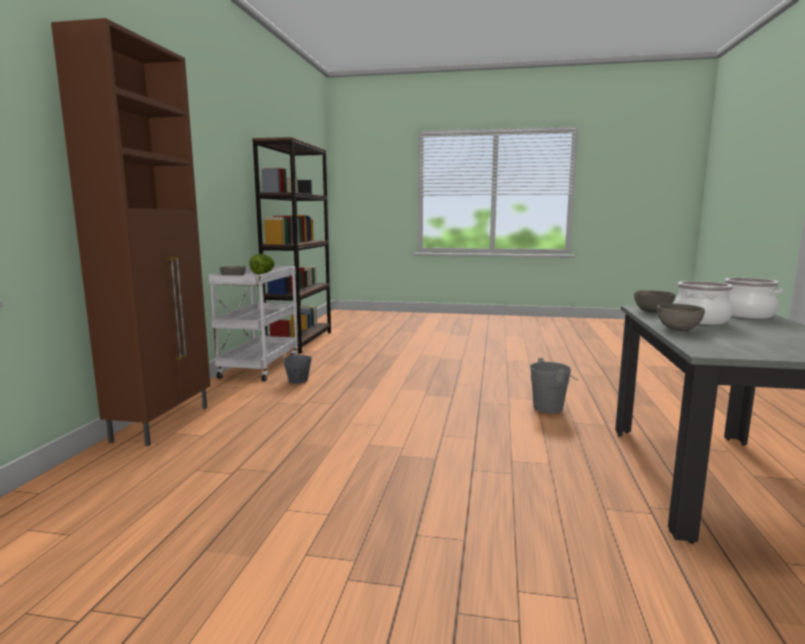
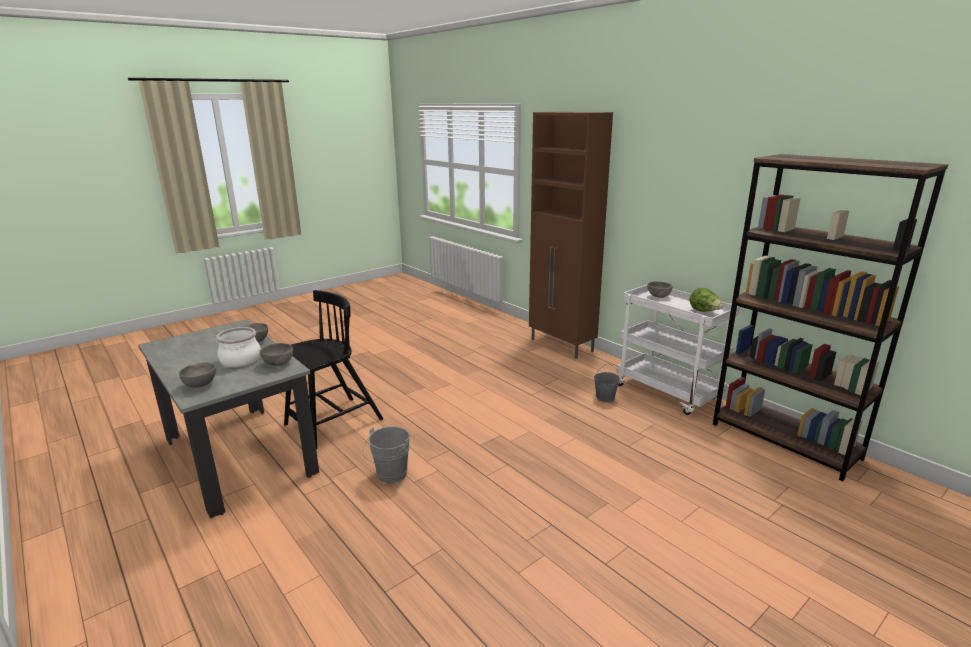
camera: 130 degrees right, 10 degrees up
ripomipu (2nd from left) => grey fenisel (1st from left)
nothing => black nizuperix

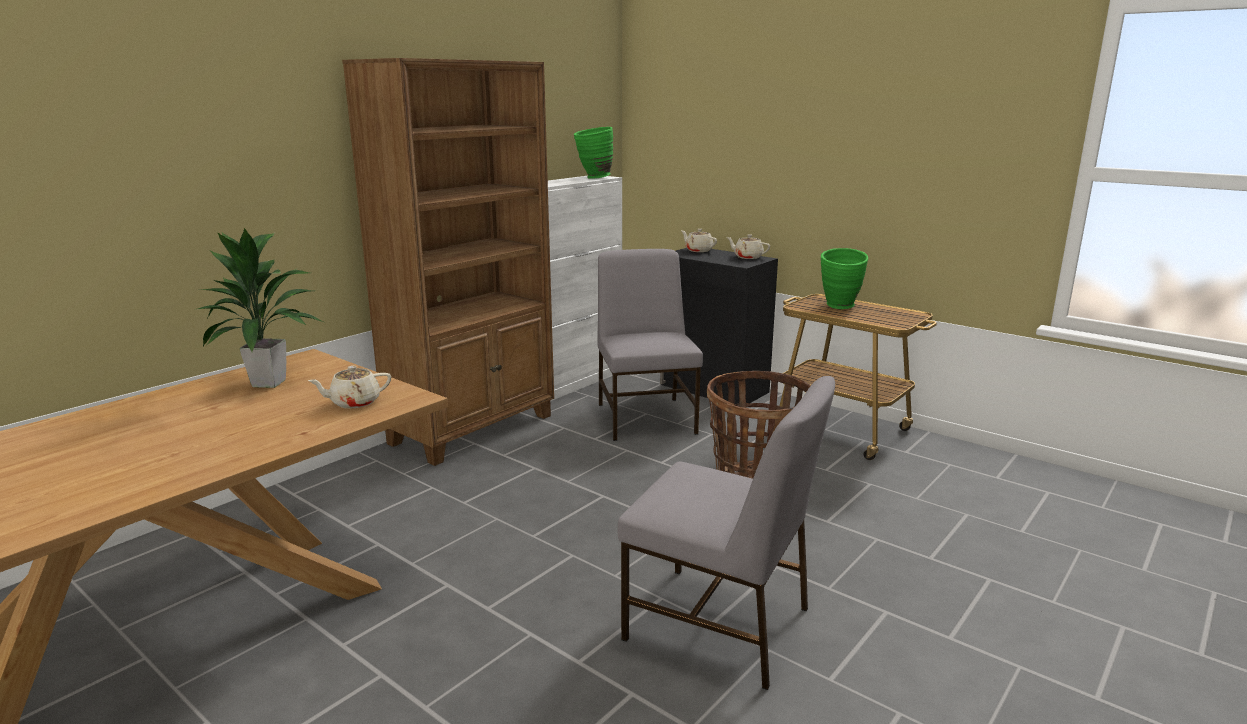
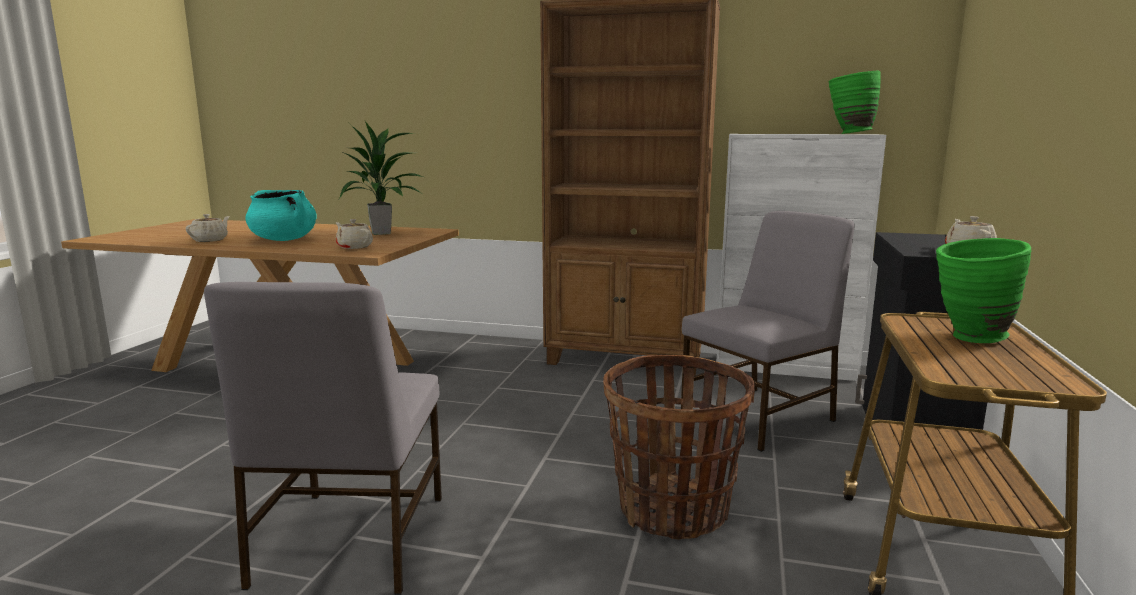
camera: 65 degrees right, 5 degrees down
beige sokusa (2nd from left in the first image) => beige sokusa (1st from left), moved
nothing => turquoise ripomipu

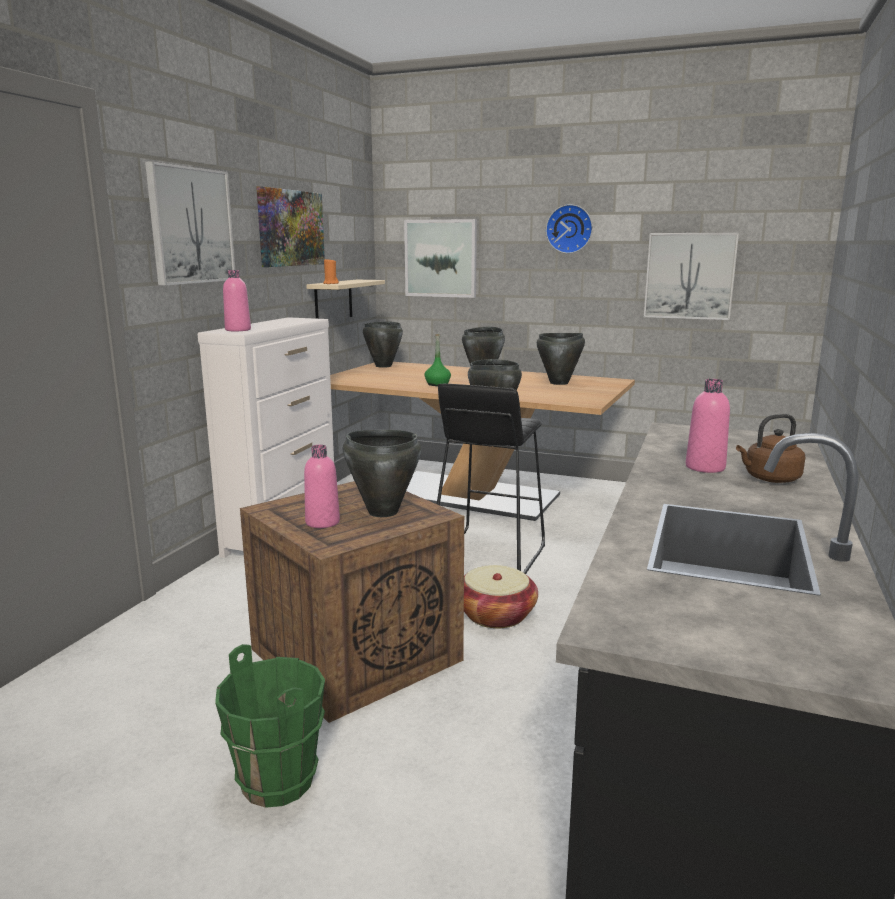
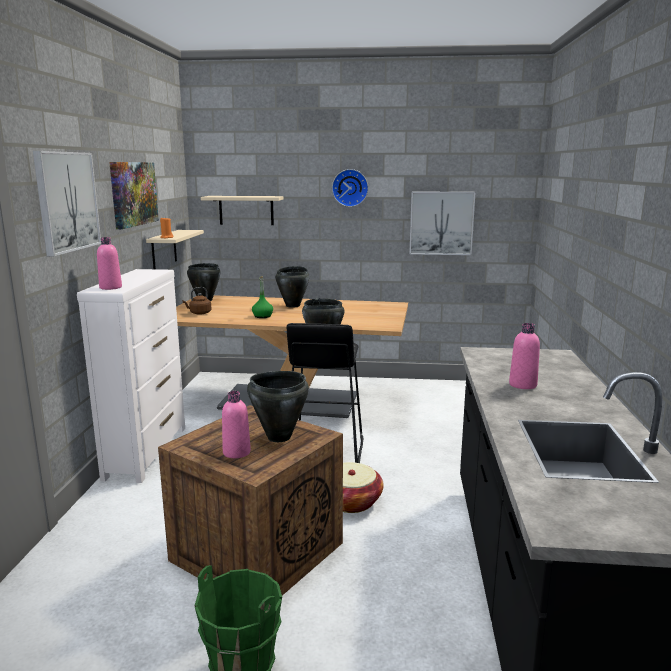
camera: 15 degrees left, 0 degrees up
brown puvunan, moved
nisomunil (3rd from left) => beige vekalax (2nd from left)
black ripomipu (5th from left) => nothing

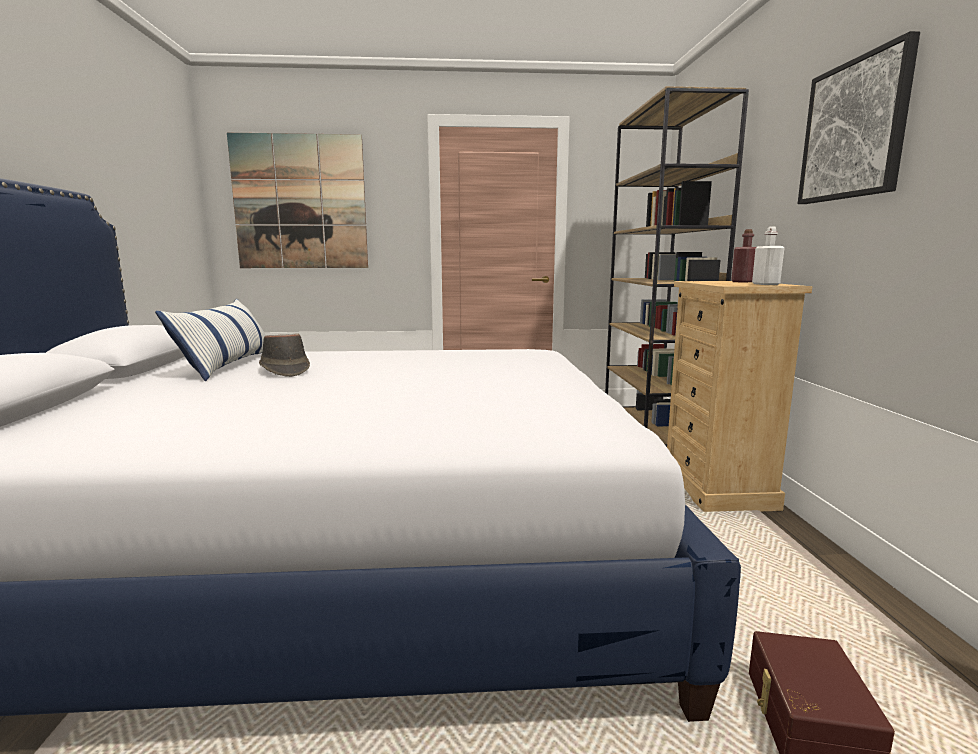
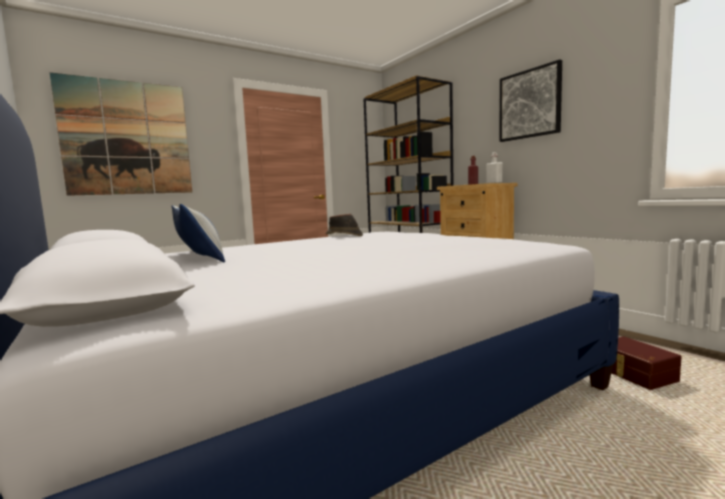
camera: 30 degrees left, 5 degrees down
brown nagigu, moved

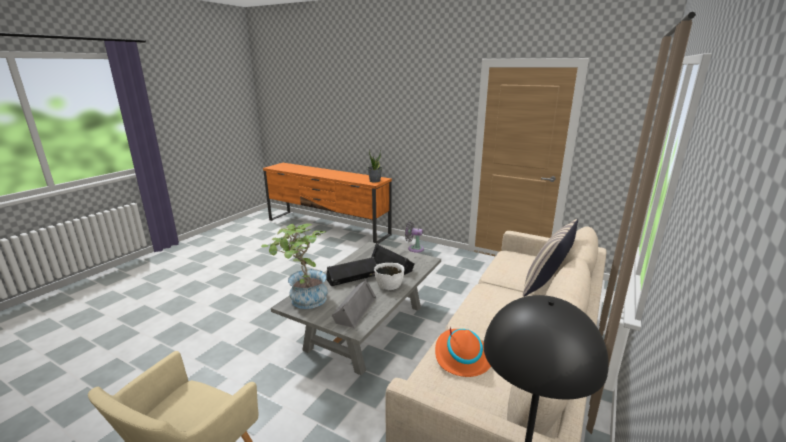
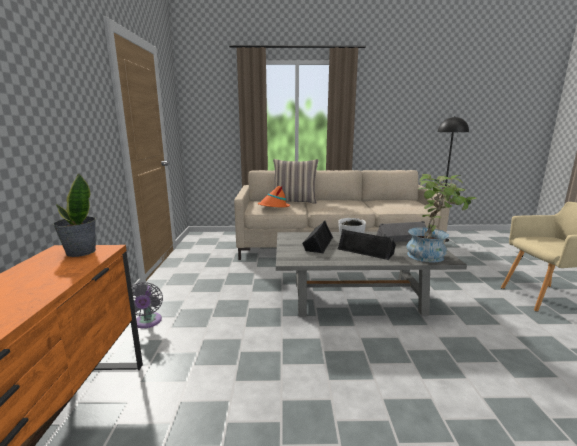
camera: 120 degrees left, 5 degrees down
orange nagigu, moved

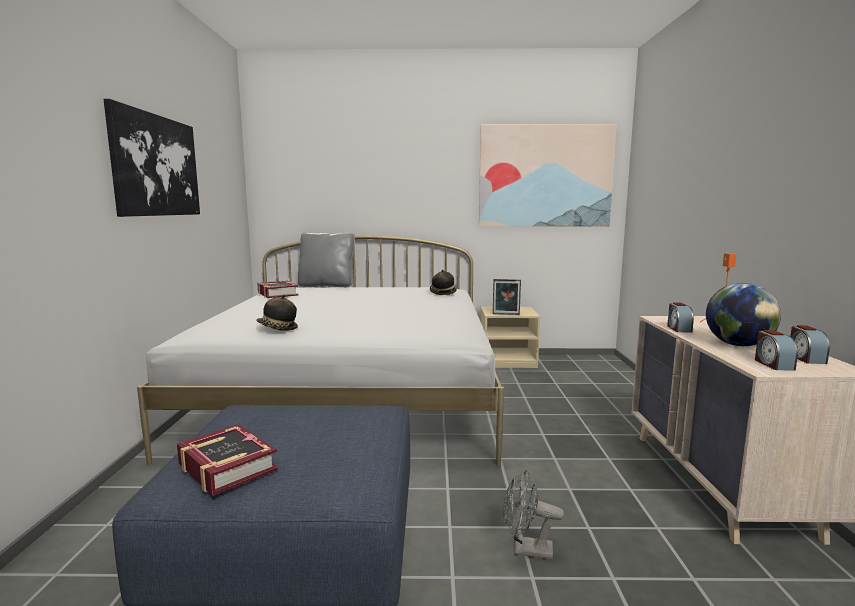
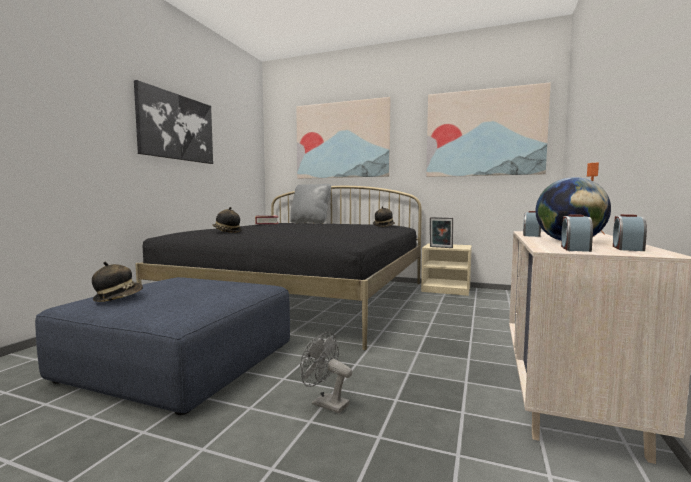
camera: 20 degrees right, 5 degrees down
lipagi (1st from left) => nagigu (1st from left)
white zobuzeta => black zobuzeta
nothing => nisomunil (2nd from left)

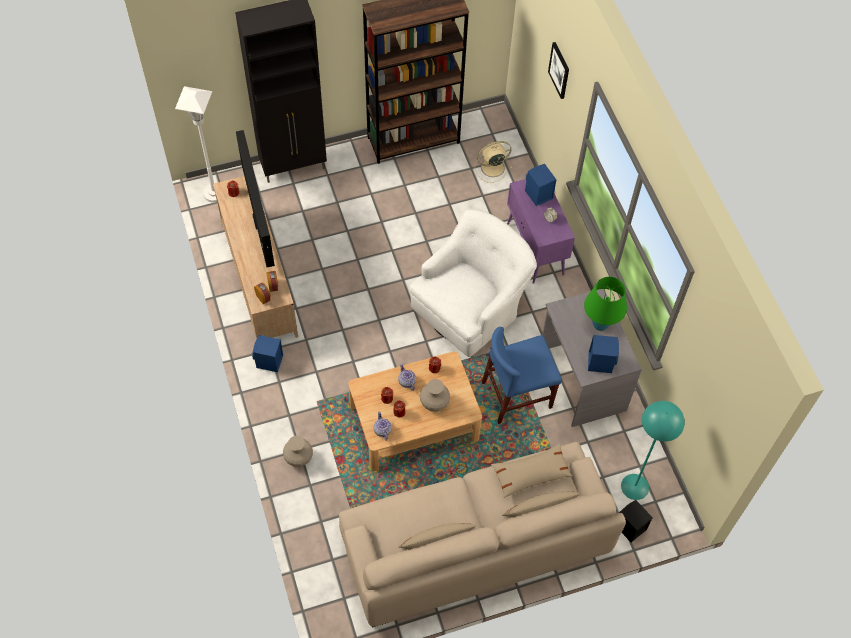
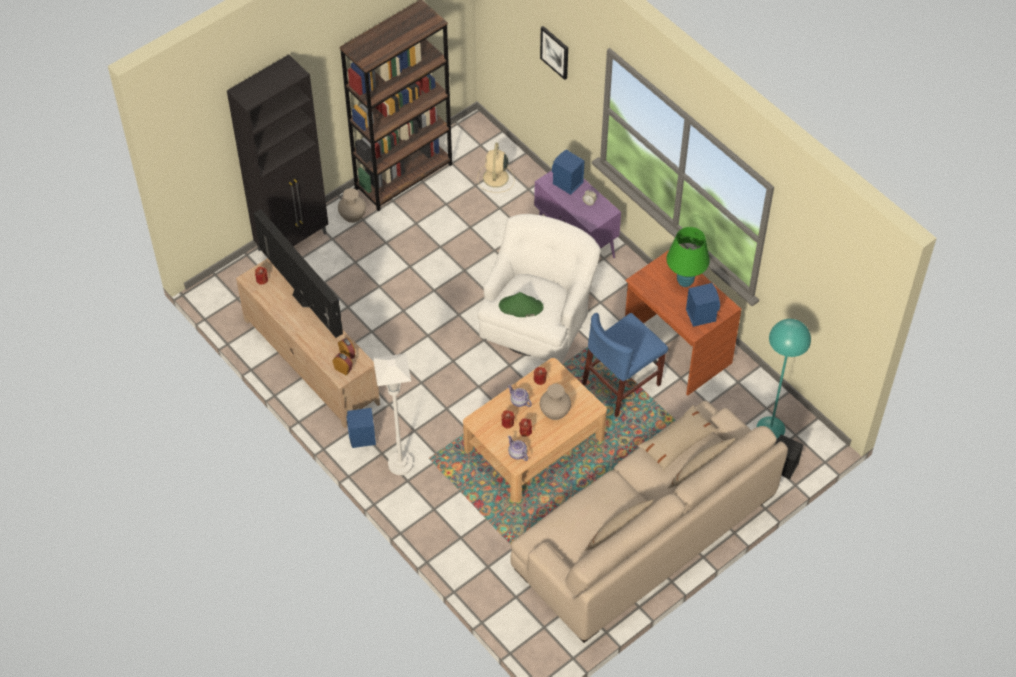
camera: 20 degrees left, 5 degrees down
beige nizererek (1st from left), moved
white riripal, moved
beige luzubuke, 45 degrees counterclockwise
nothing => green nagigu
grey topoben => brown topoben

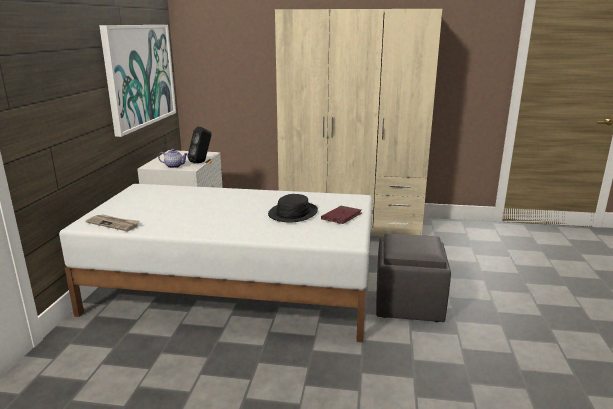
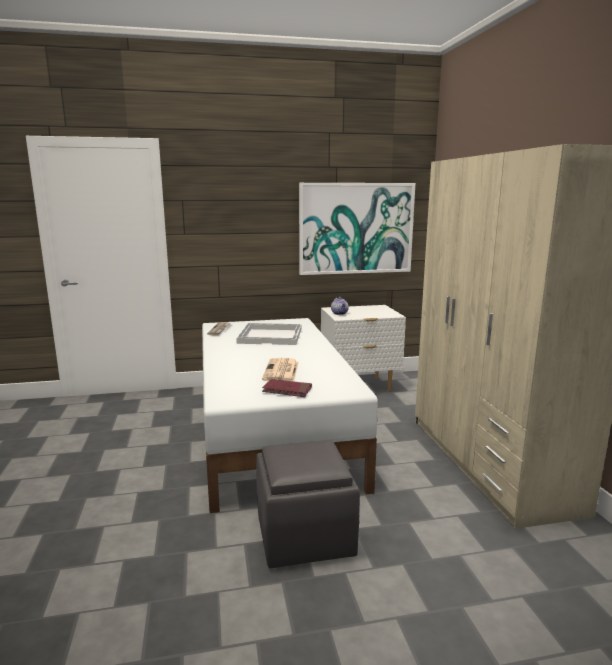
camera: 70 degrees right, 5 degrees down
nothing => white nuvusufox
black nagigu => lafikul (2nd from left)
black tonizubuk => nothing

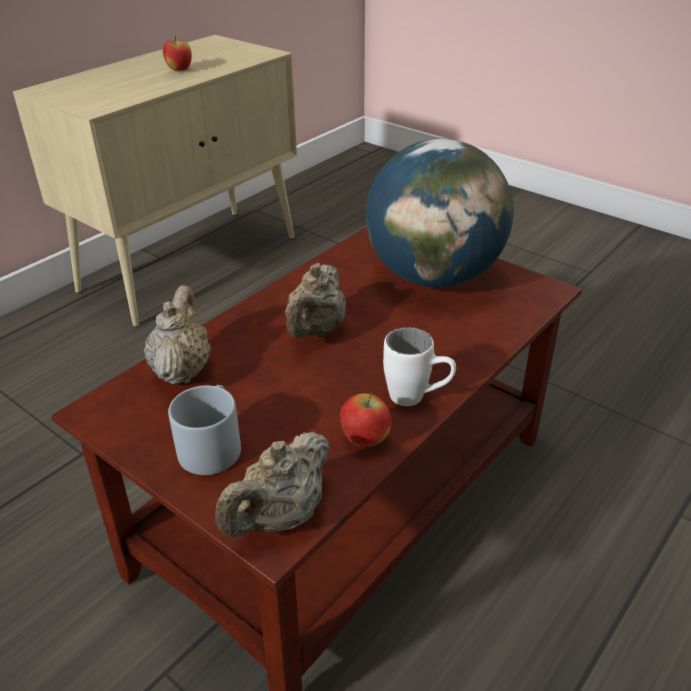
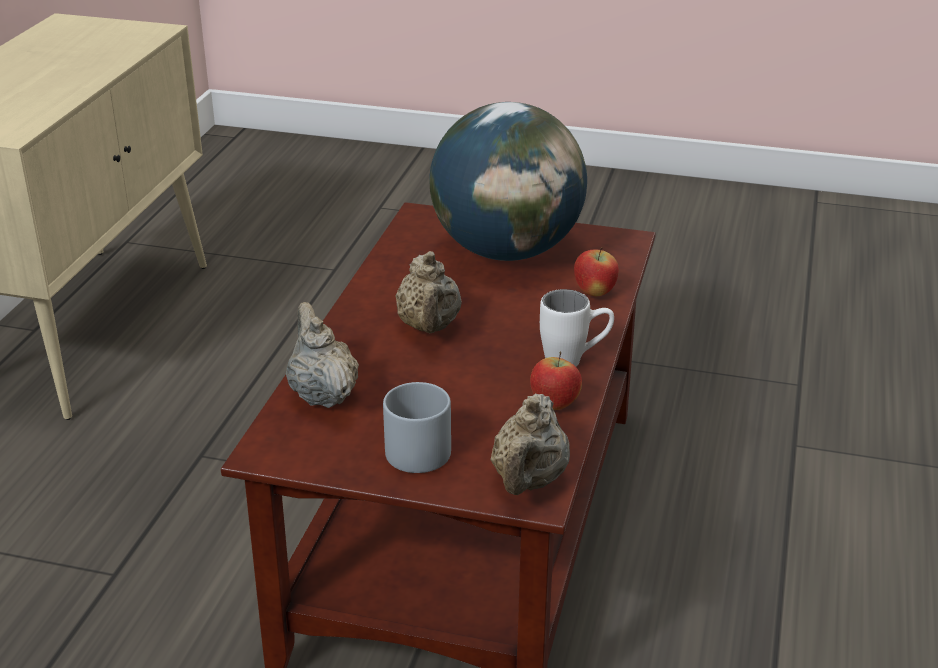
camera: 25 degrees left, 5 degrees down
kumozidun (1st from left in the first image) => kumozidun (2nd from left), moved

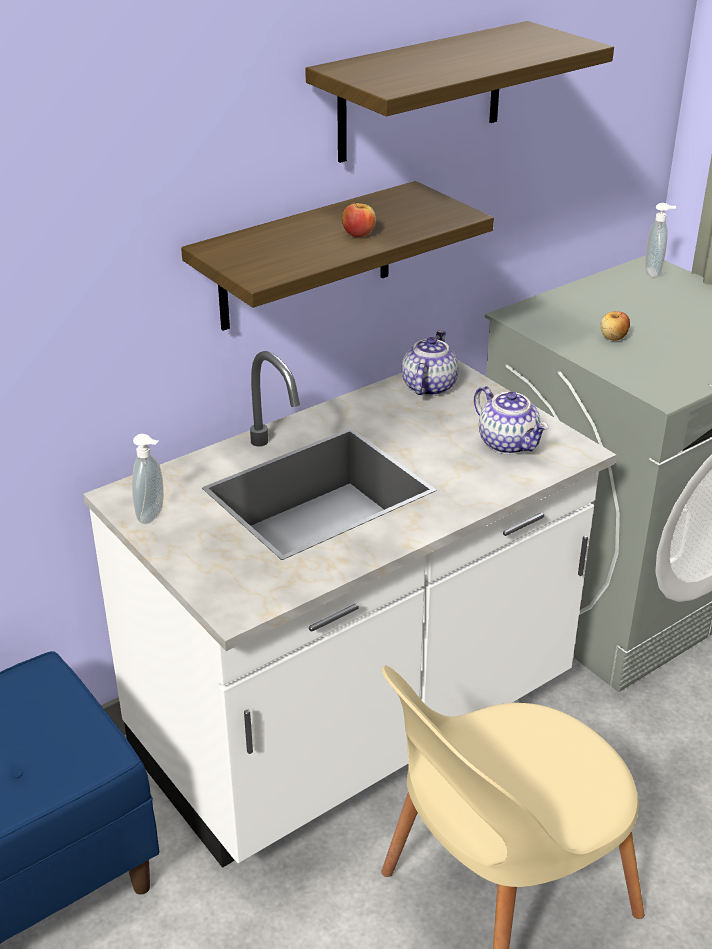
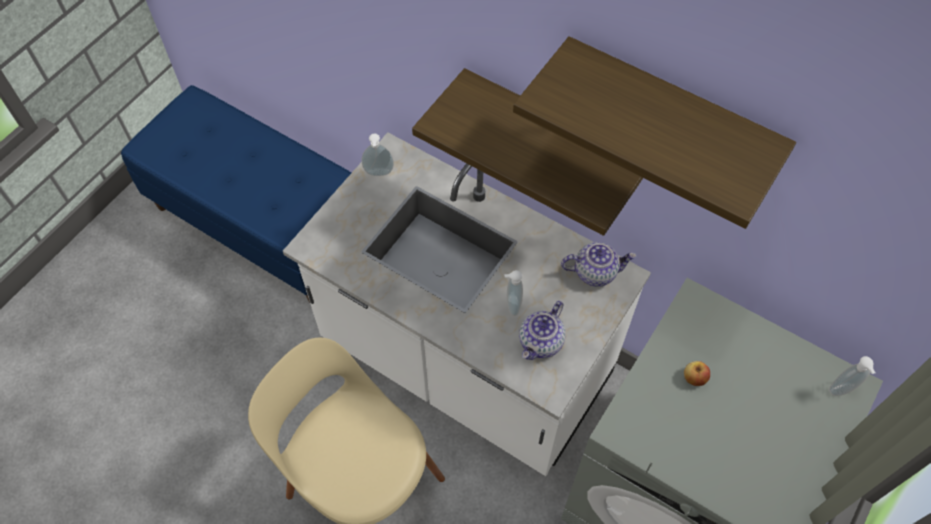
camera: 70 degrees right, 25 degrees up
nothing => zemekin (2nd from left)
kumozidun (1st from left) => nothing

